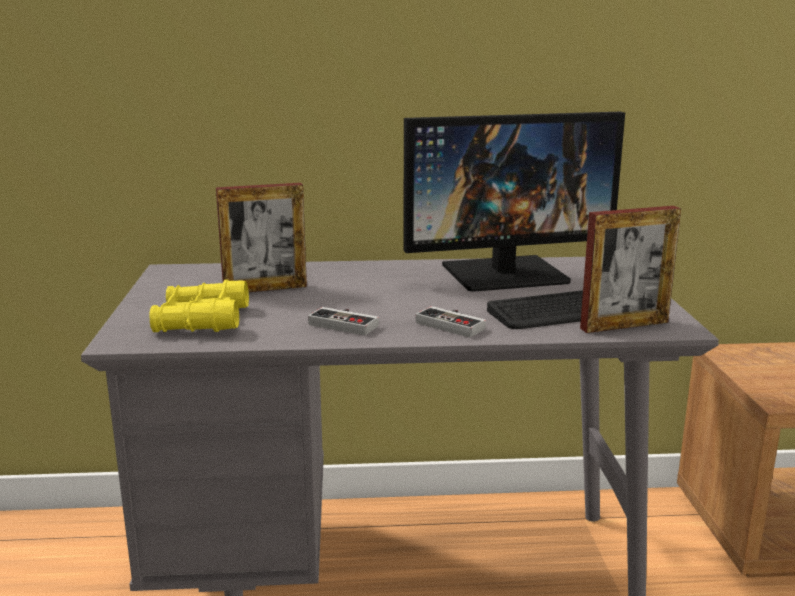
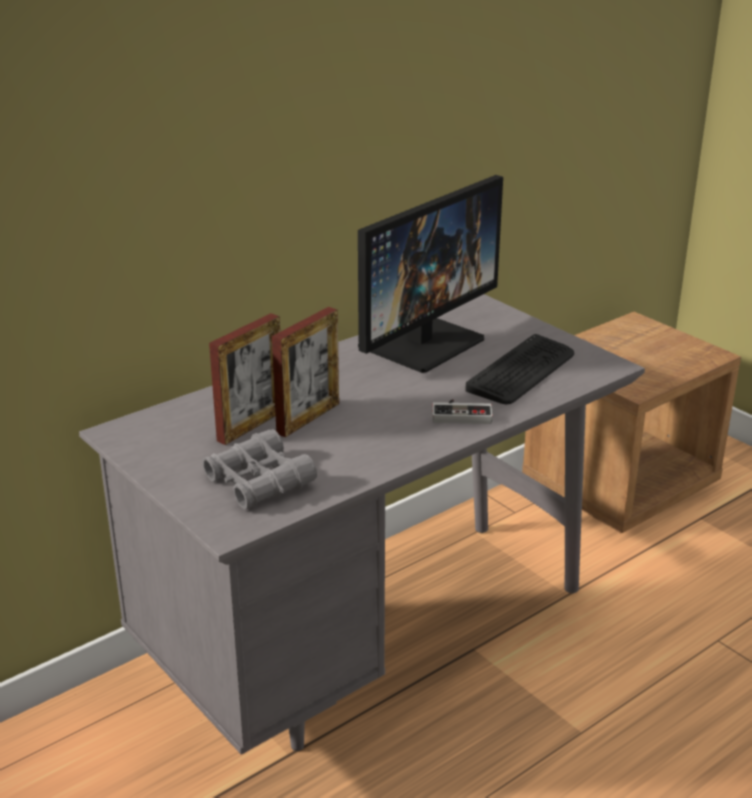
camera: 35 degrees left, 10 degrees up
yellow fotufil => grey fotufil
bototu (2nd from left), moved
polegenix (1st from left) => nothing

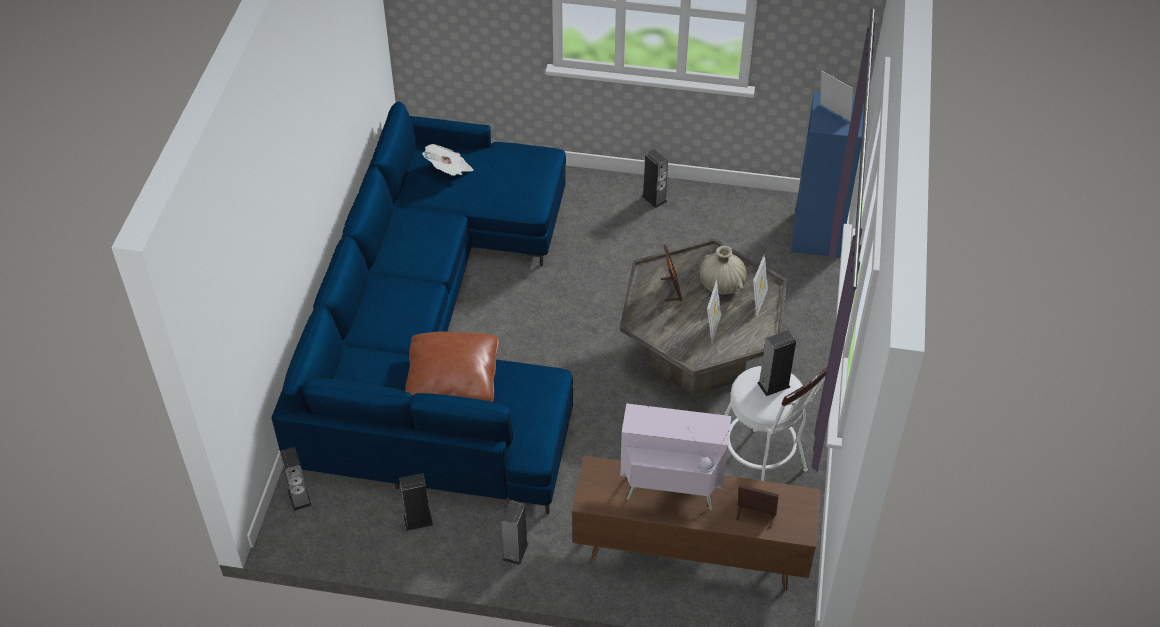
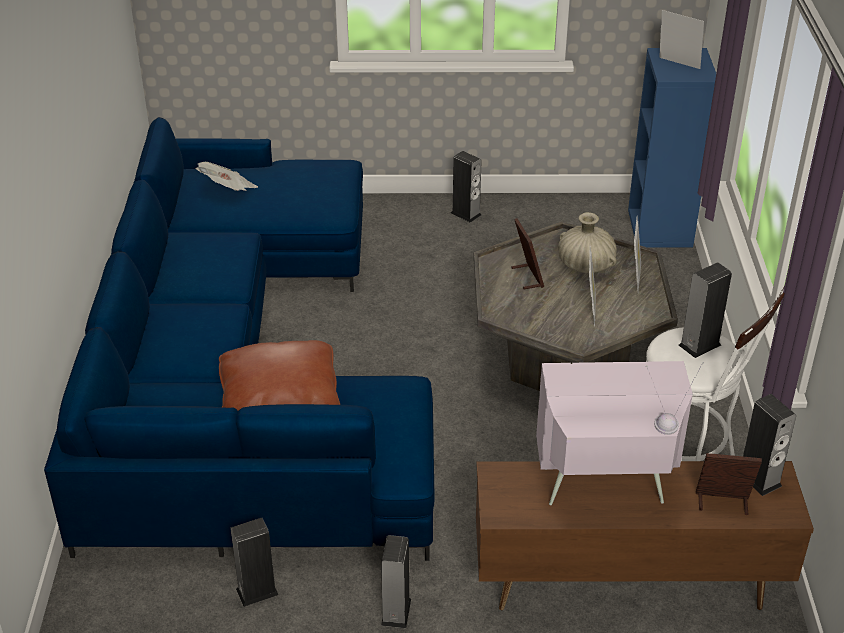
camera: 10 degrees left, 10 degrees down
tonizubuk (1st from left in the first image) => tonizubuk (5th from left), moved

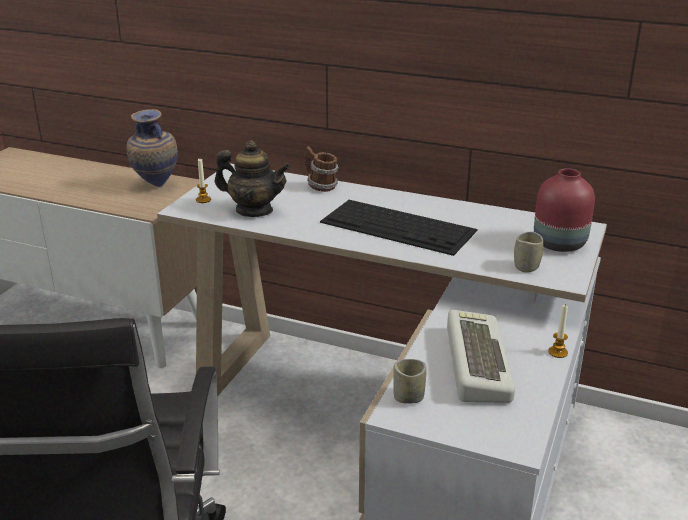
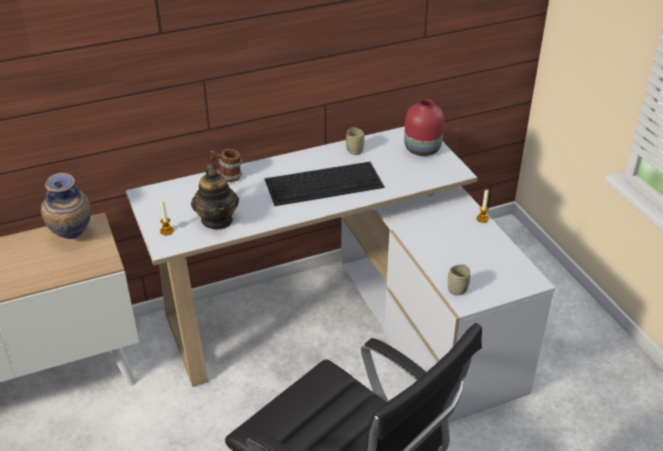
camera: 45 degrees left, 10 degrees up
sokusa, 105 degrees clockwise
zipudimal (2nd from left in the first image) => zipudimal (1st from left), moved
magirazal (2nd from left) => nothing

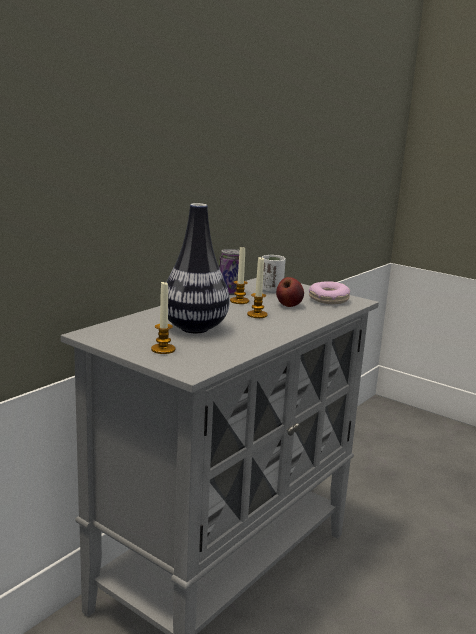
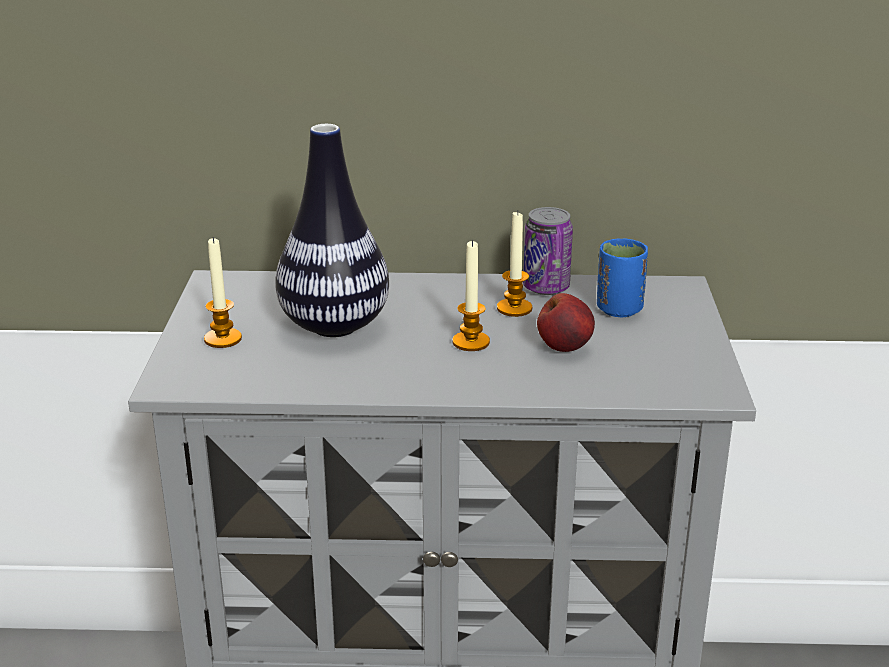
camera: 55 degrees right, 10 degrees up
white zipudimal => blue zipudimal
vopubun => nothing

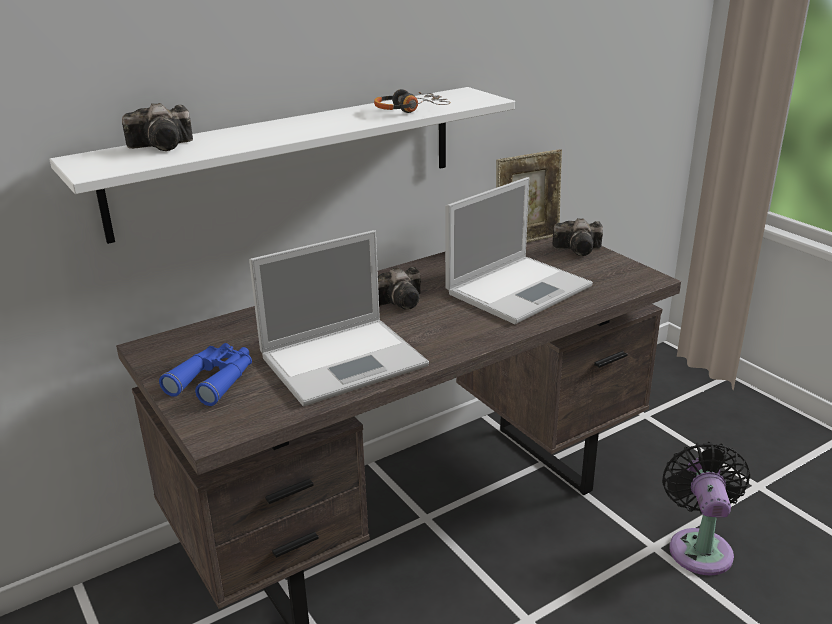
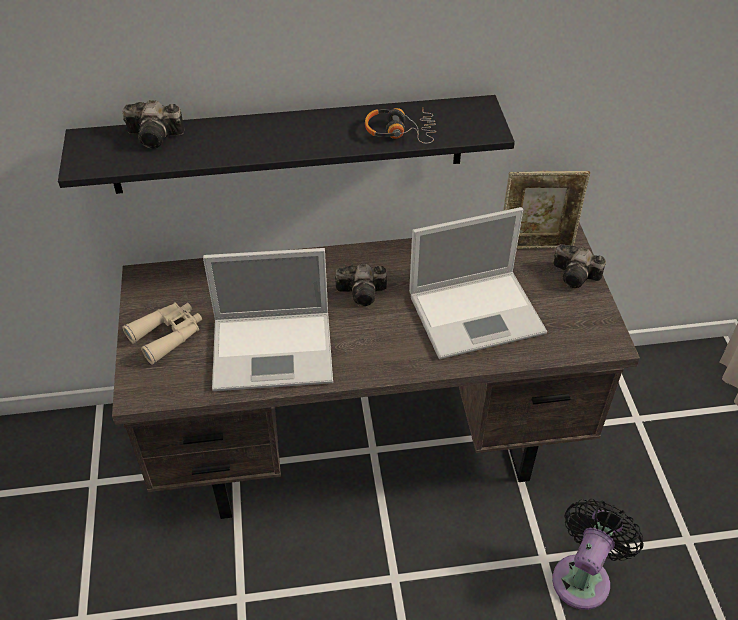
camera: 25 degrees right, 20 degrees up
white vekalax => black vekalax
blue fotufil => beige fotufil

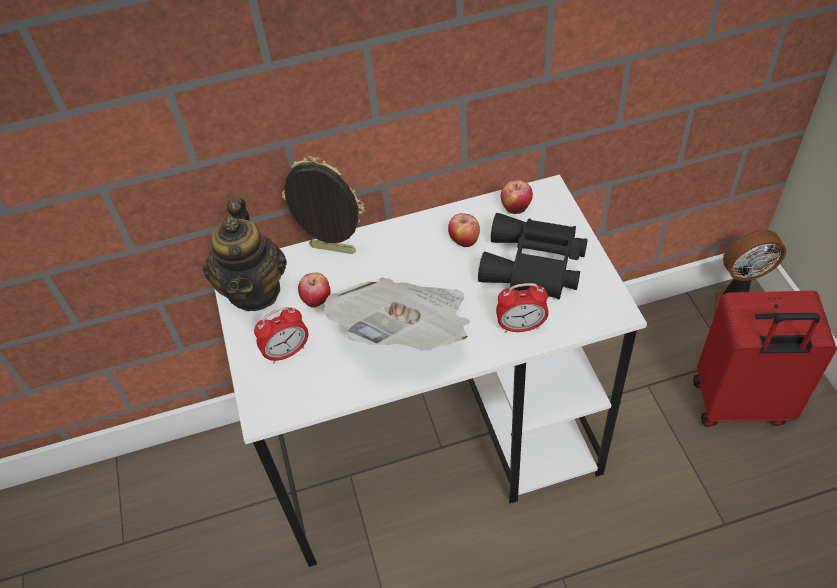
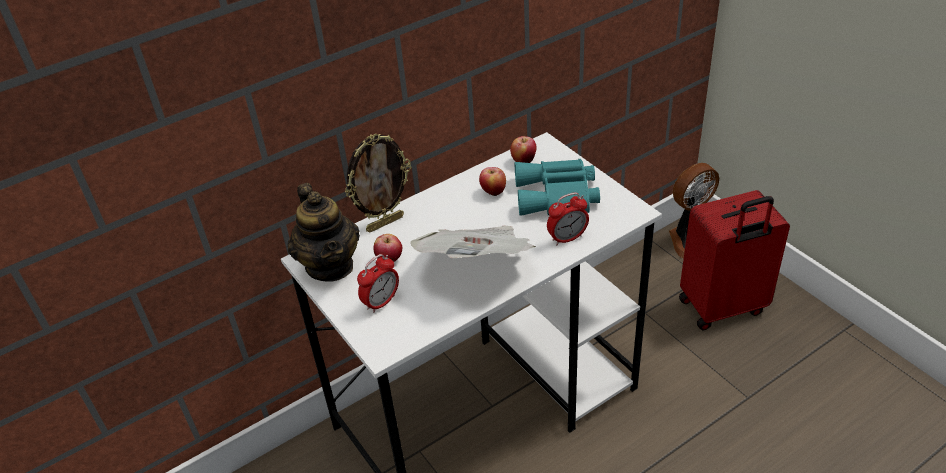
camera: 20 degrees left, 10 degrees down
bototu, 150 degrees clockwise
black fotufil => turquoise fotufil

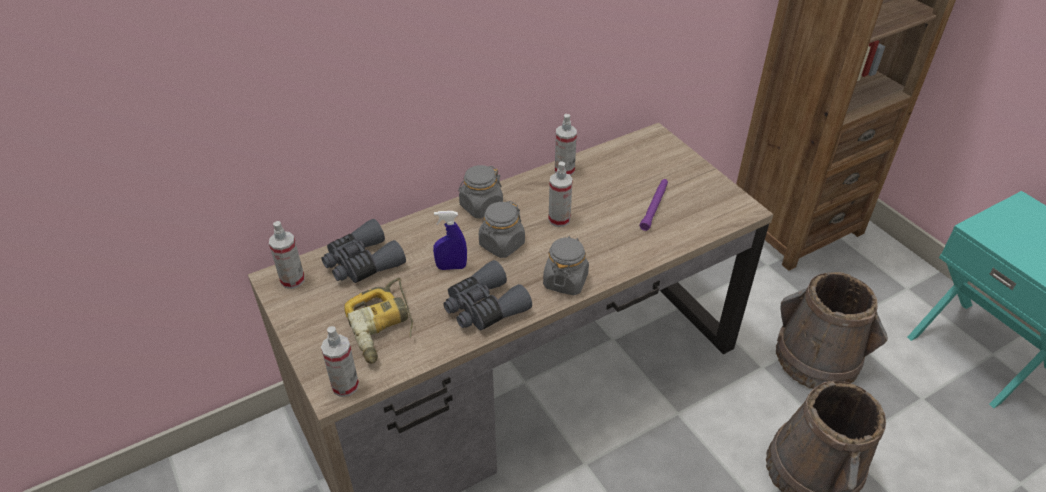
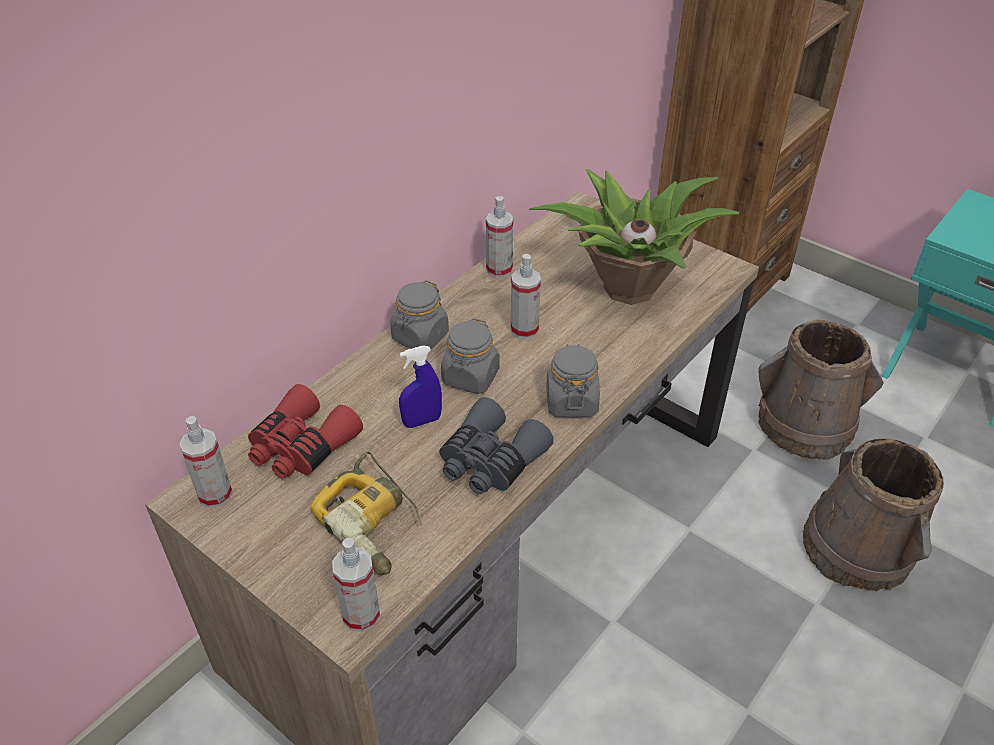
camera: 20 degrees left, 0 degrees up
grey fotufil (1st from left) => red fotufil
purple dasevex => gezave

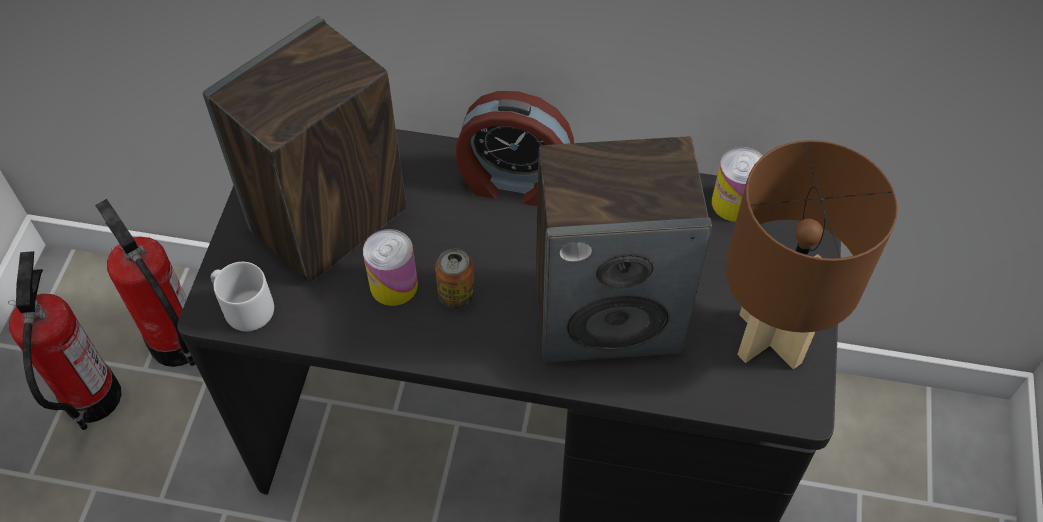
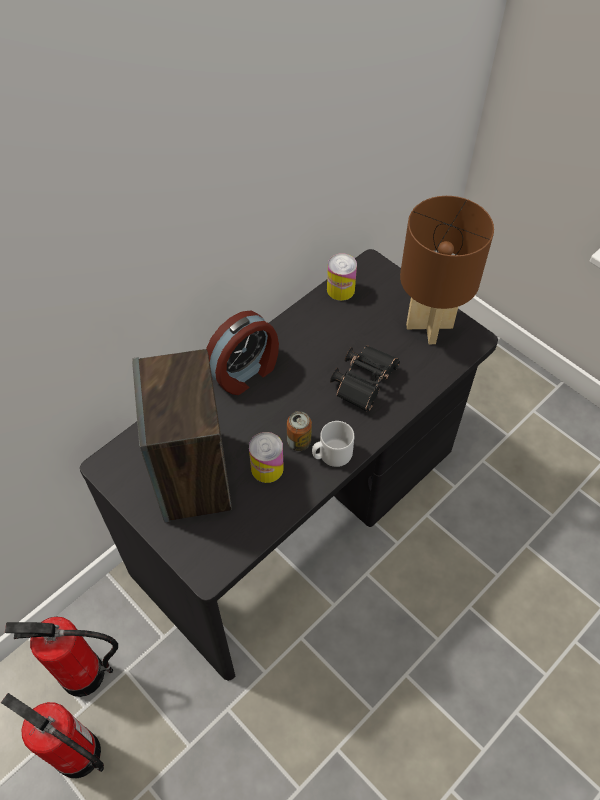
camera: 55 degrees left, 0 degrees up
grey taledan, moved
tonizubuk (2nd from left) => black fotufil

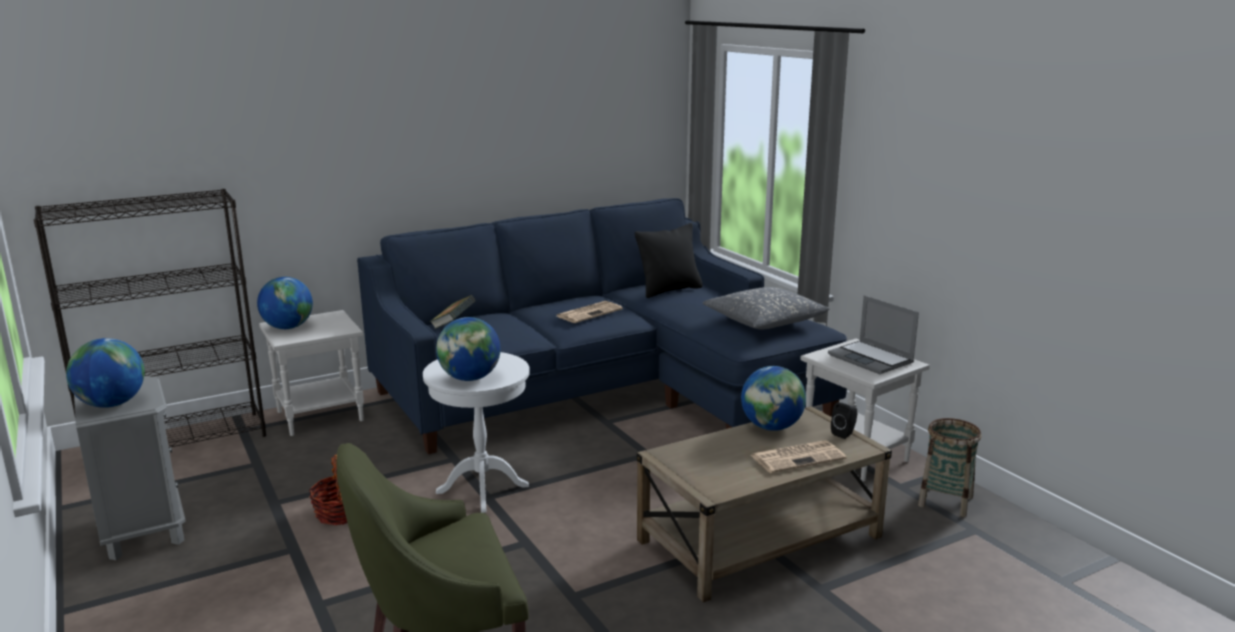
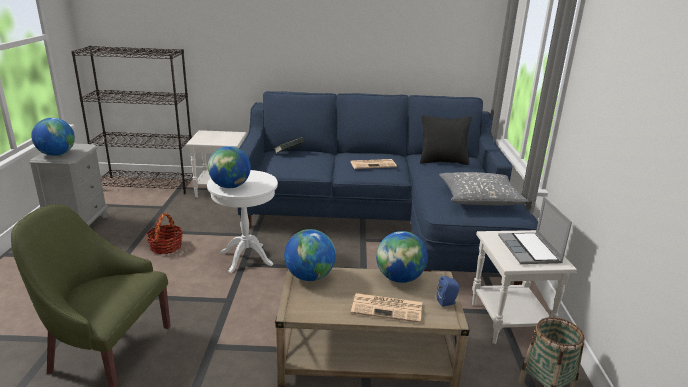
camera: 30 degrees right, 5 degrees up
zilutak (2nd from left in the first image) => zilutak (3rd from left), moved
black tonizubuk => blue tonizubuk

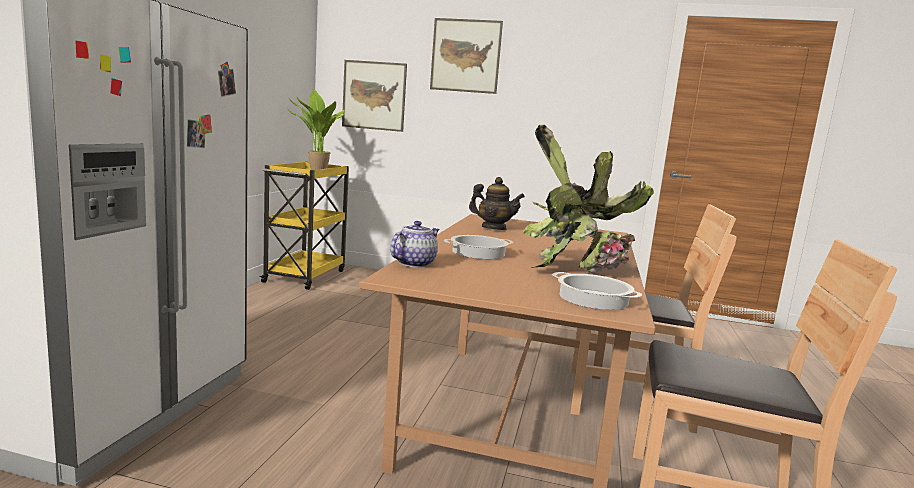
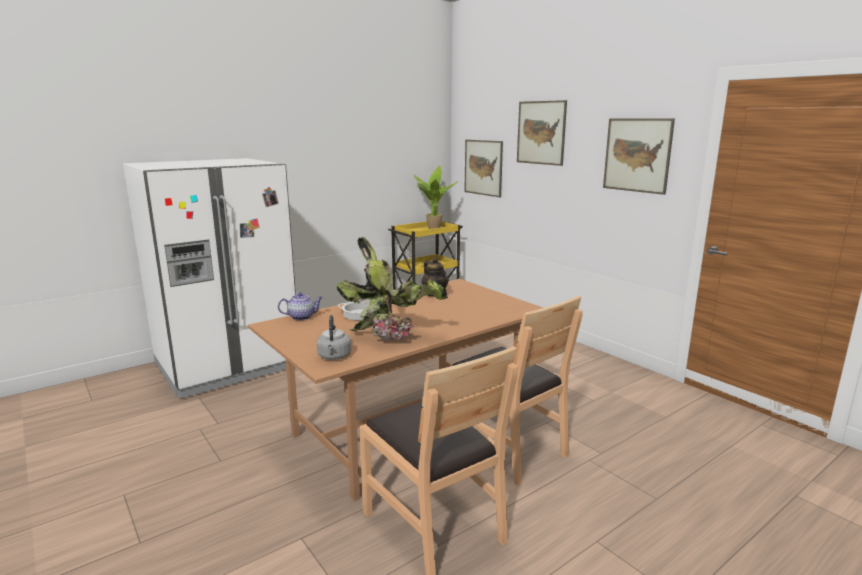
camera: 40 degrees right, 5 degrees up
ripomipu (2nd from left) => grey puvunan
nothing => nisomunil (3rd from left)

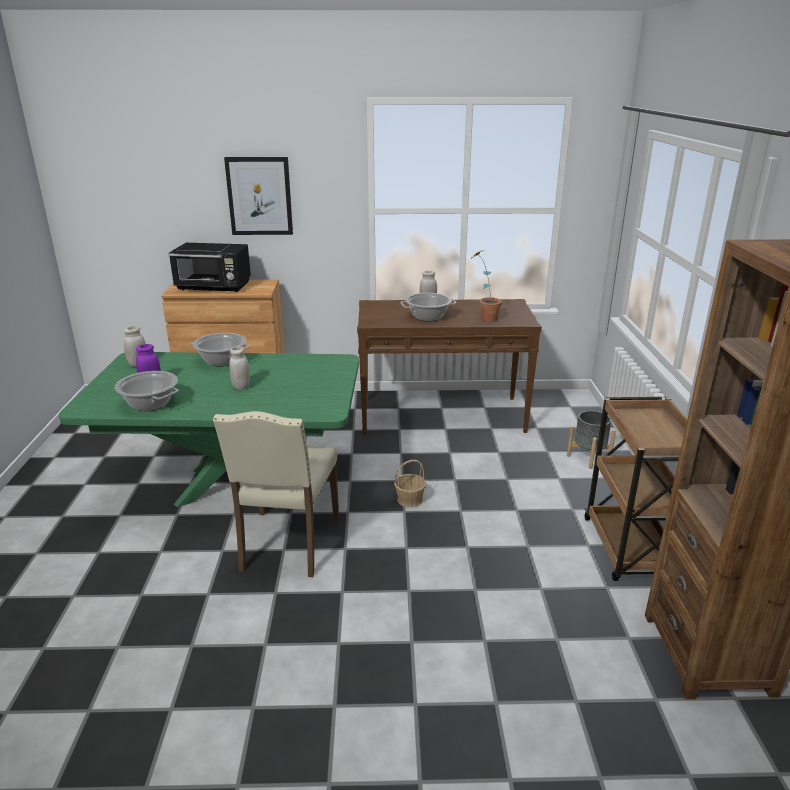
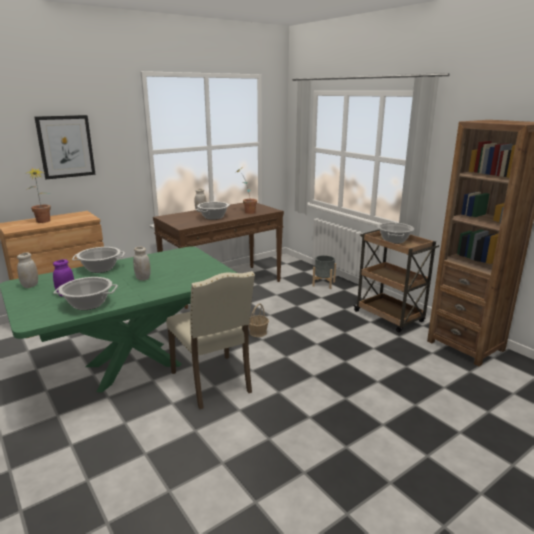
camera: 35 degrees left, 5 degrees down
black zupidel => gezave (1st from left)
nothing => ripomipu (4th from left)

